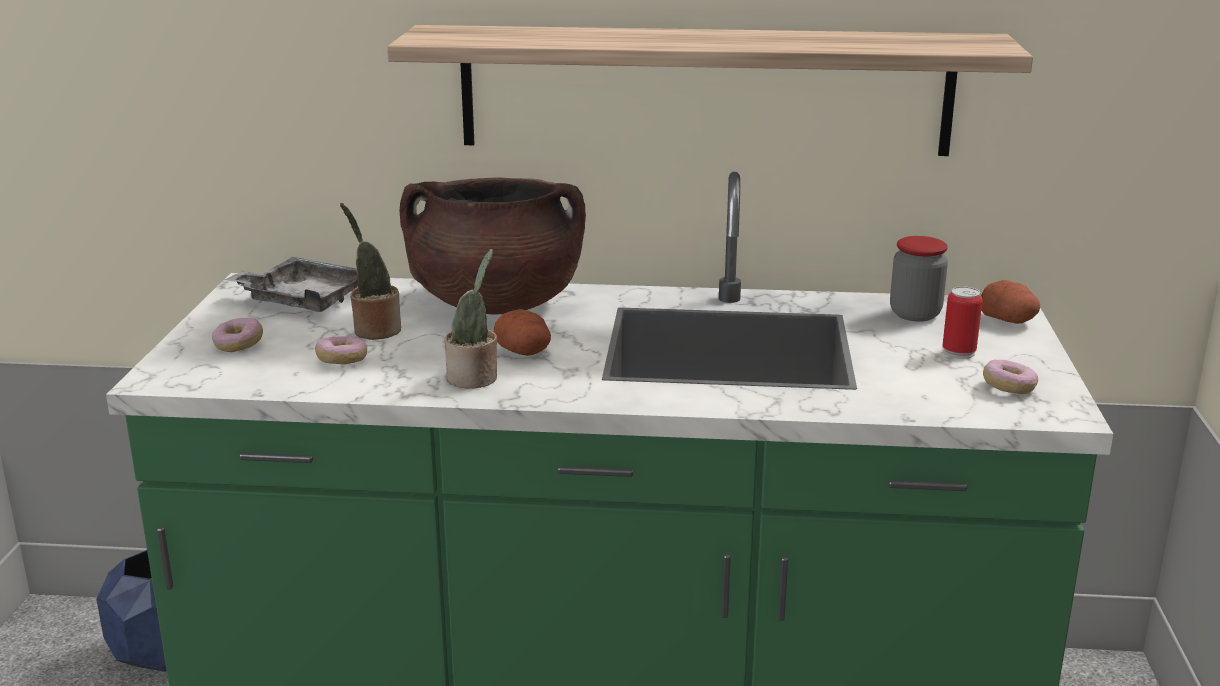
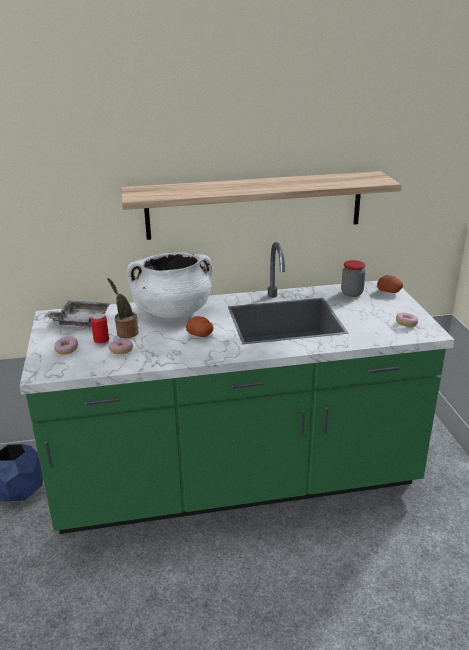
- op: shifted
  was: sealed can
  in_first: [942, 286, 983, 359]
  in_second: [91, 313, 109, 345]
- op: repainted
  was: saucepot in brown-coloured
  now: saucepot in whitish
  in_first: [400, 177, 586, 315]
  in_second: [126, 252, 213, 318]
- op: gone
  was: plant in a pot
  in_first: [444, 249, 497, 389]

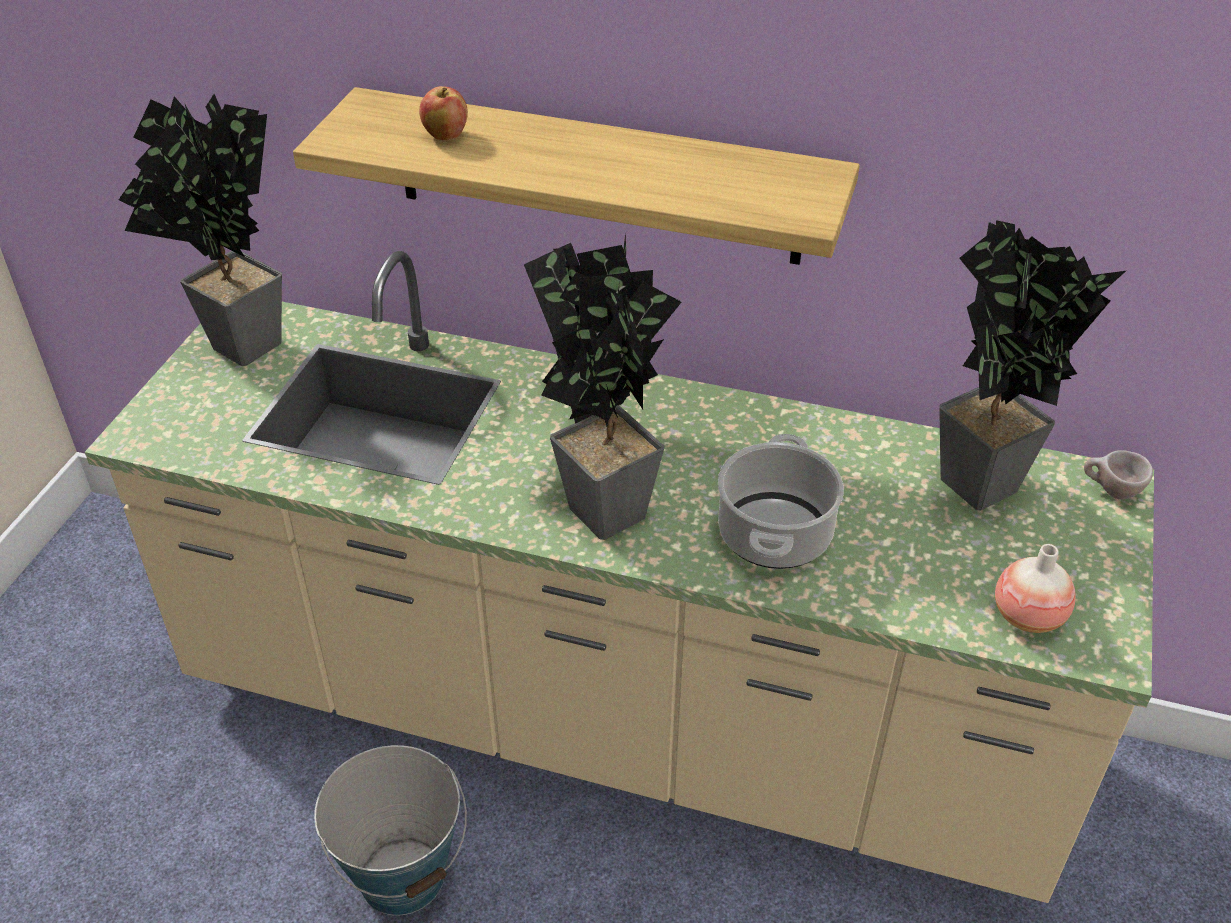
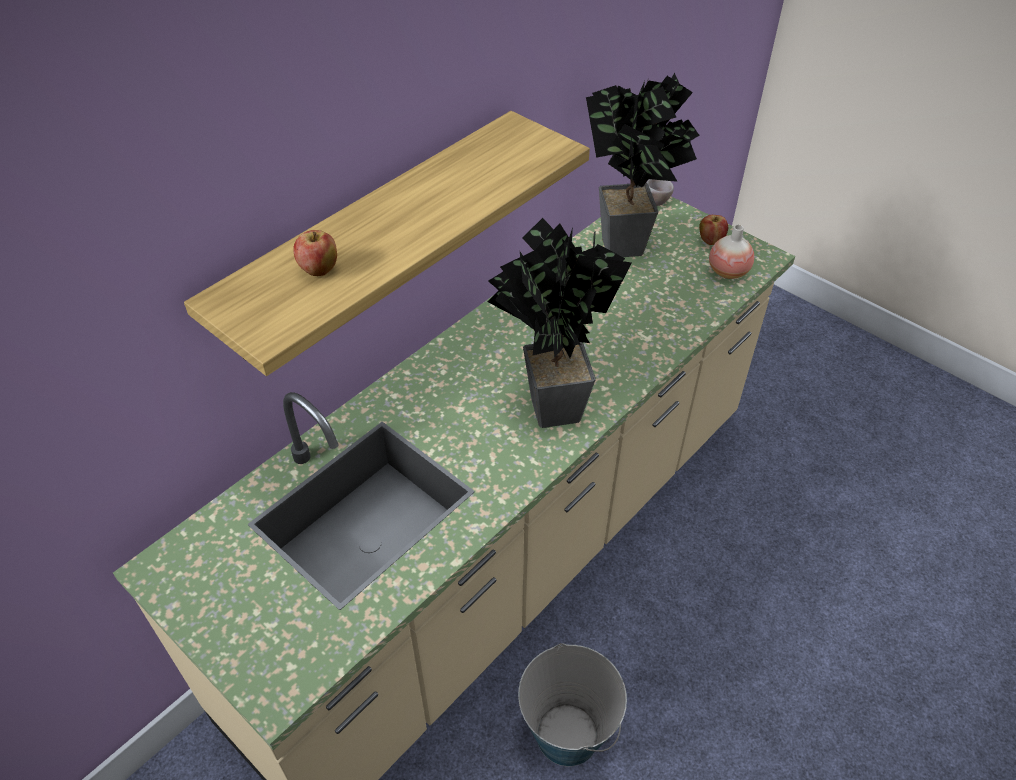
- op: new
  now: apple
  in_second: [699, 215, 728, 245]
- op: gone
  was: plant in a pot
  in_first: [119, 94, 282, 366]
- op: gone
  was: saucepot
  in_first: [718, 434, 844, 569]

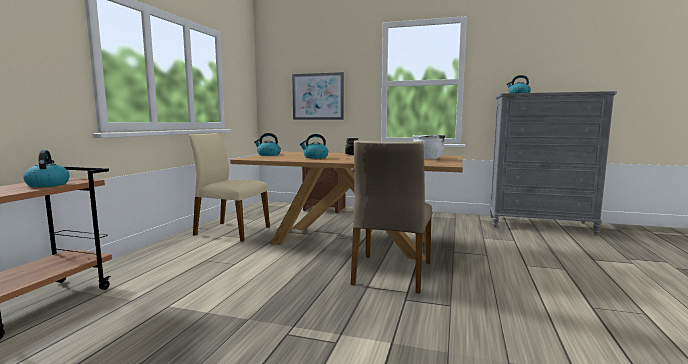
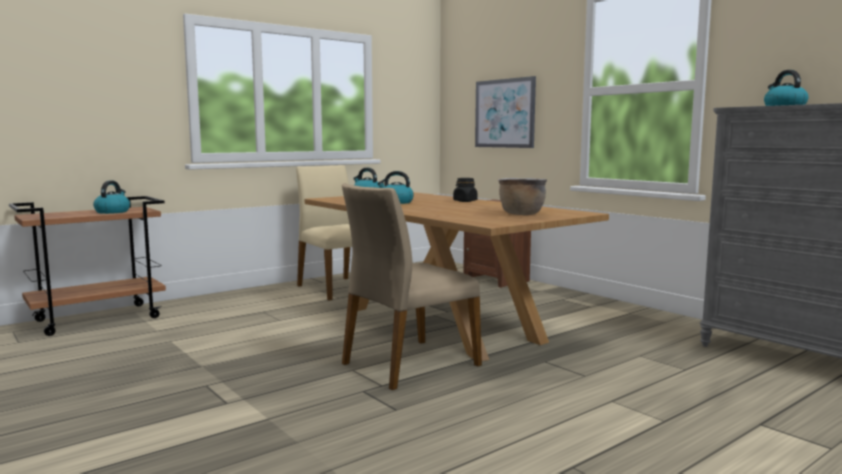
- op: repainted
  was: saucepot in whitish
  now: saucepot in brown-coloured
  in_first: [413, 135, 446, 159]
  in_second: [498, 178, 547, 215]

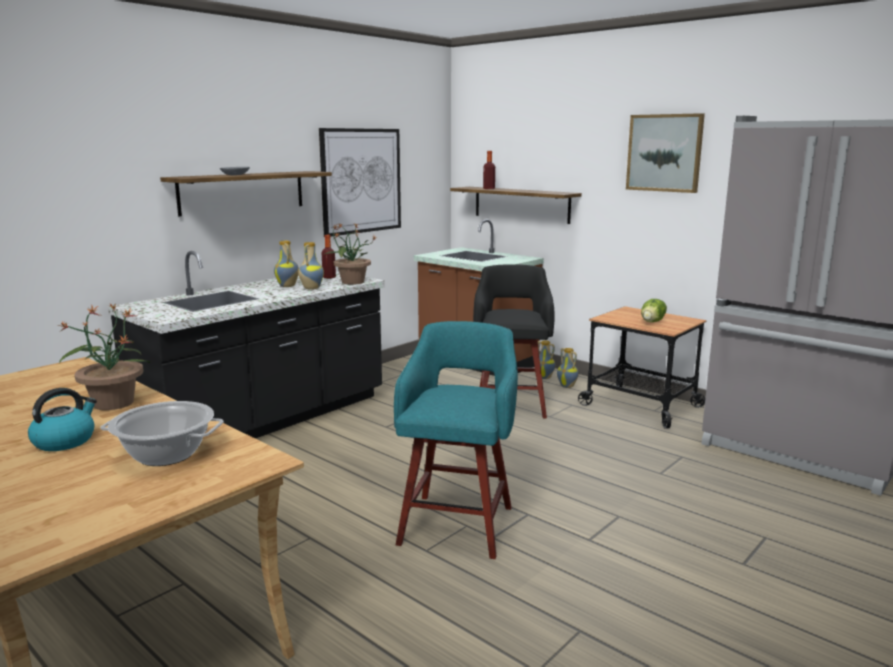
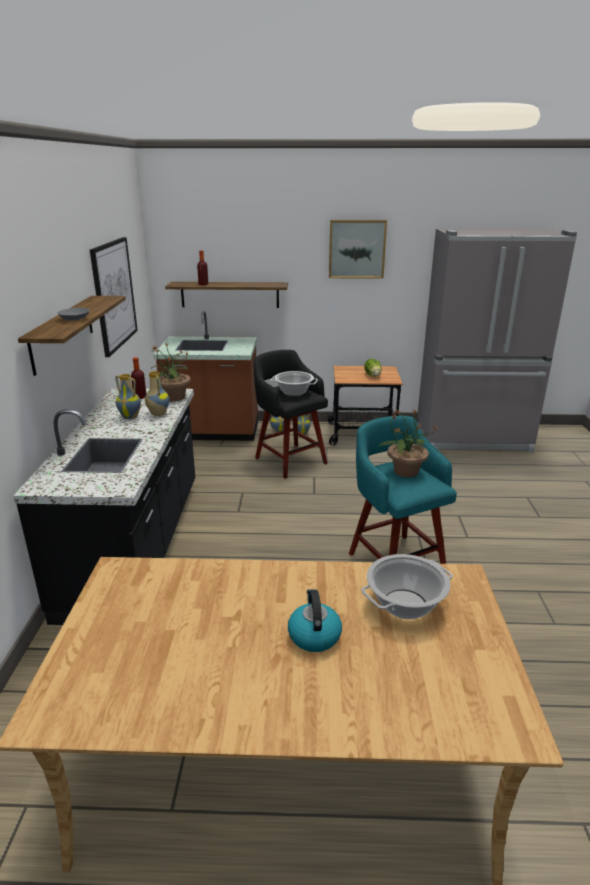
- op: new
  now: saucepot
  in_second: [270, 371, 318, 396]
- op: shifted
  was: plant in a pot
  in_first: [58, 303, 150, 410]
  in_second: [379, 408, 438, 478]

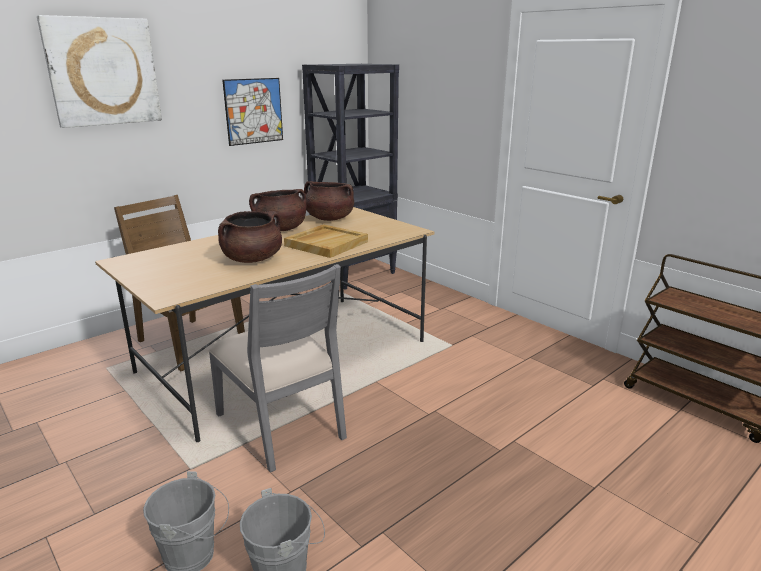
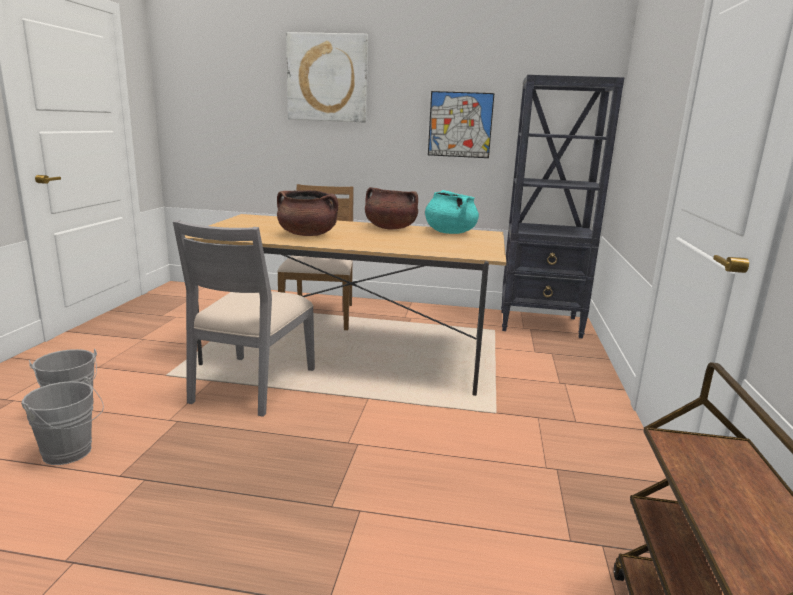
- op: repainted
  was: saucepot in brown-coloured
  now: saucepot in turquoise-coloured
  in_first: [304, 181, 354, 221]
  in_second: [425, 190, 479, 234]
- op: gone
  was: tray in beige
  in_first: [284, 224, 368, 258]

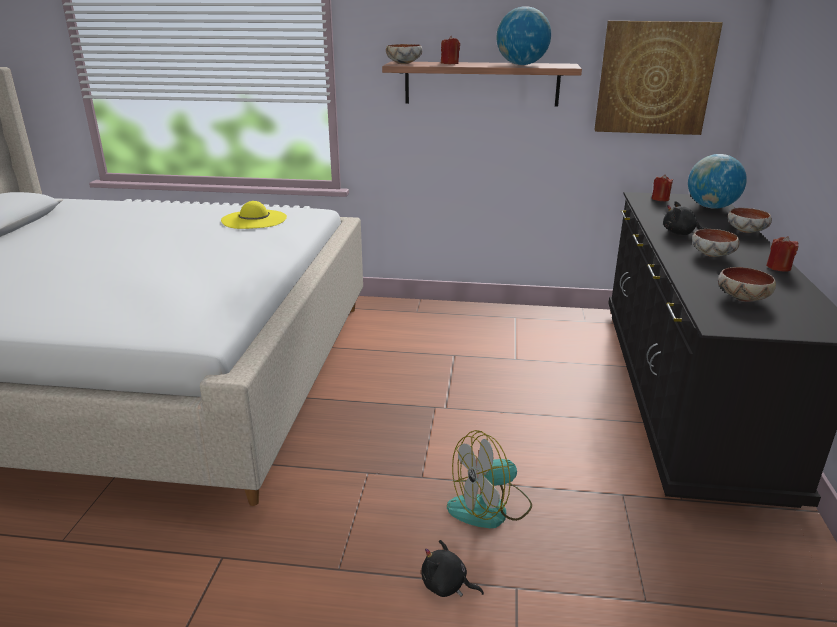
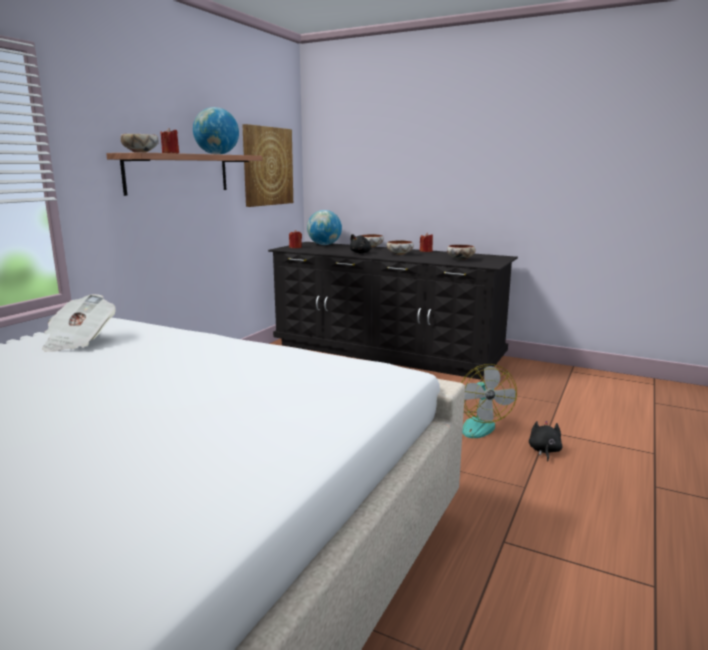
- op: swapped
  was: clothing hat in yellowish
  now: newspaper
  in_first: [221, 201, 287, 229]
  in_second: [42, 294, 116, 352]
- op: rotated
  was: cuddly toy in black
  in_first: [421, 540, 484, 597]
  in_second: [529, 421, 562, 461]
  clockwise: 150

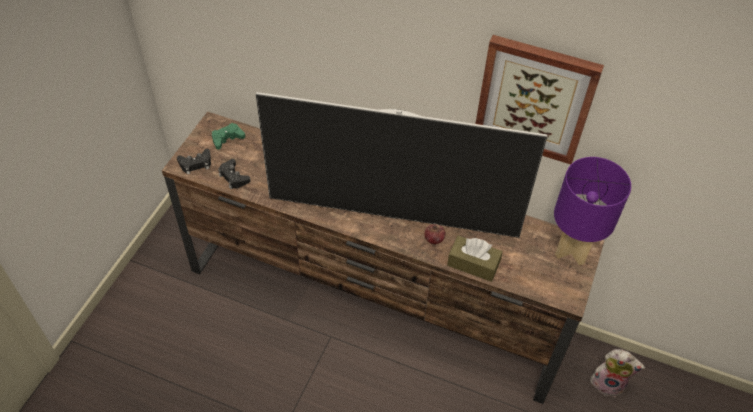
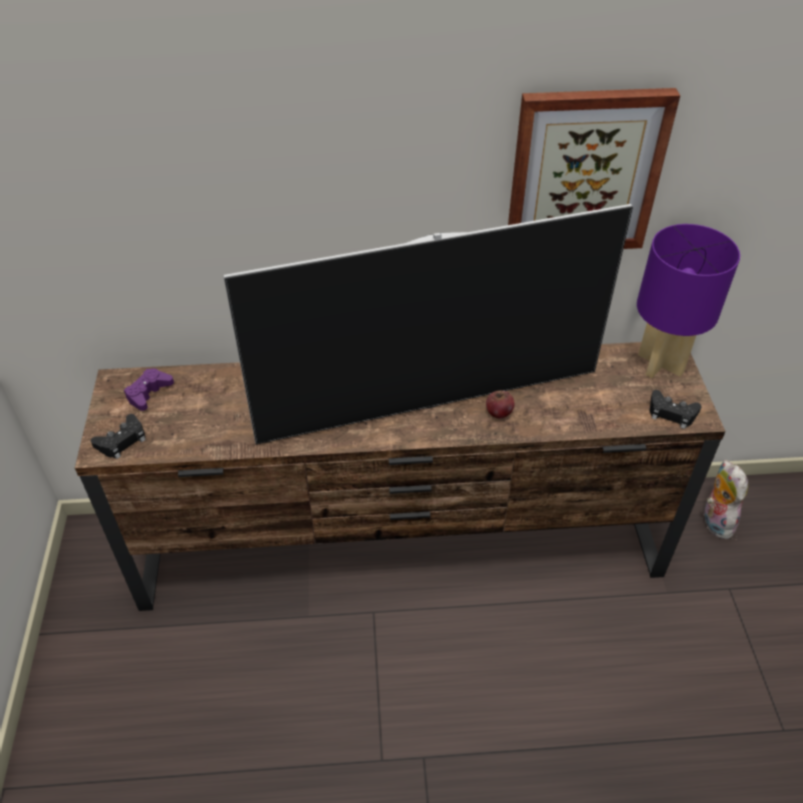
- op: repainted
  was: joypad in greenish
  now: joypad in purple-coloured
  in_first: [212, 123, 245, 149]
  in_second: [124, 368, 174, 411]
- op: shifted
  was: joypad in black
  in_first: [218, 159, 250, 189]
  in_second: [649, 390, 702, 429]
- op: rotated
  was: cuddly toy
  in_first: [589, 349, 645, 397]
  in_second: [703, 460, 748, 539]
  clockwise: -90
- op: gone
  was: tissue box in brown-coloured
  in_first: [447, 236, 503, 282]

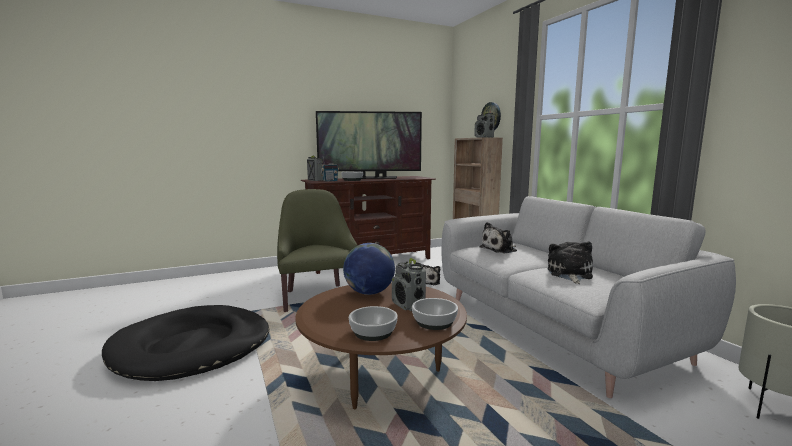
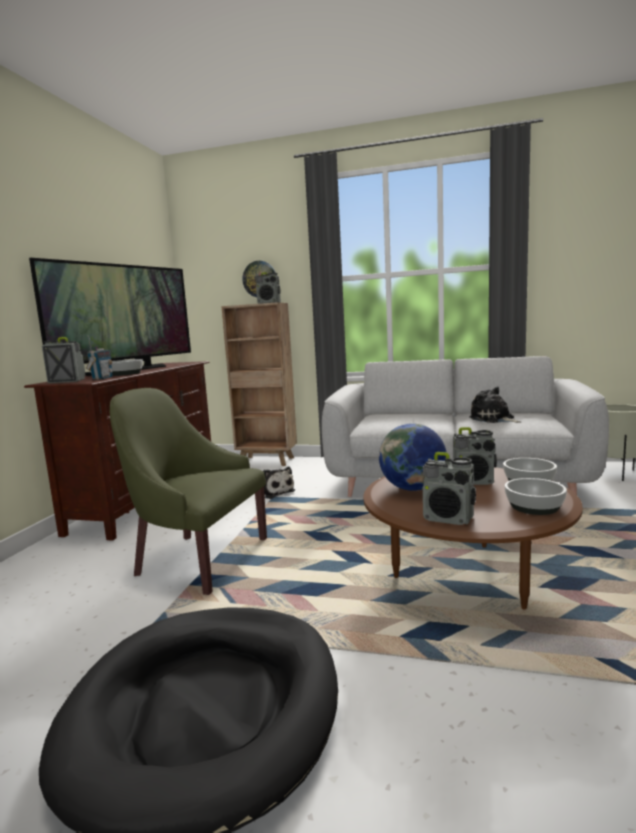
- op: new
  now: radio
  in_second: [423, 452, 476, 525]
- op: gone
  was: cuddly toy
  in_first: [480, 222, 517, 253]

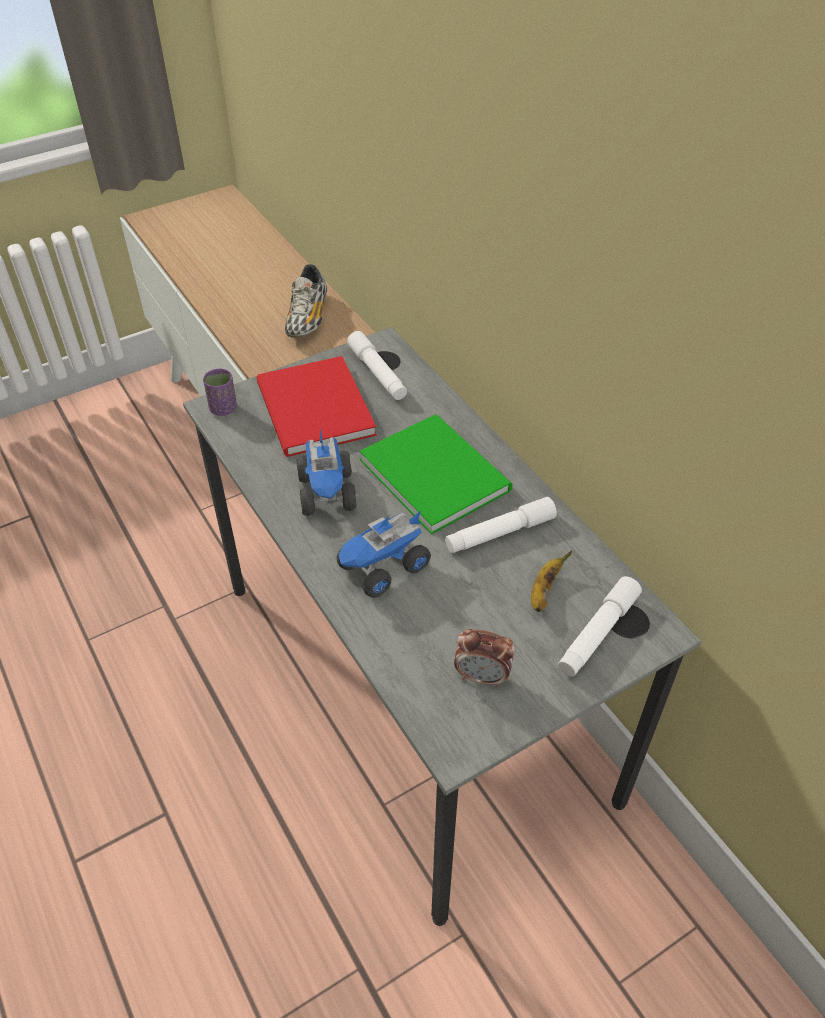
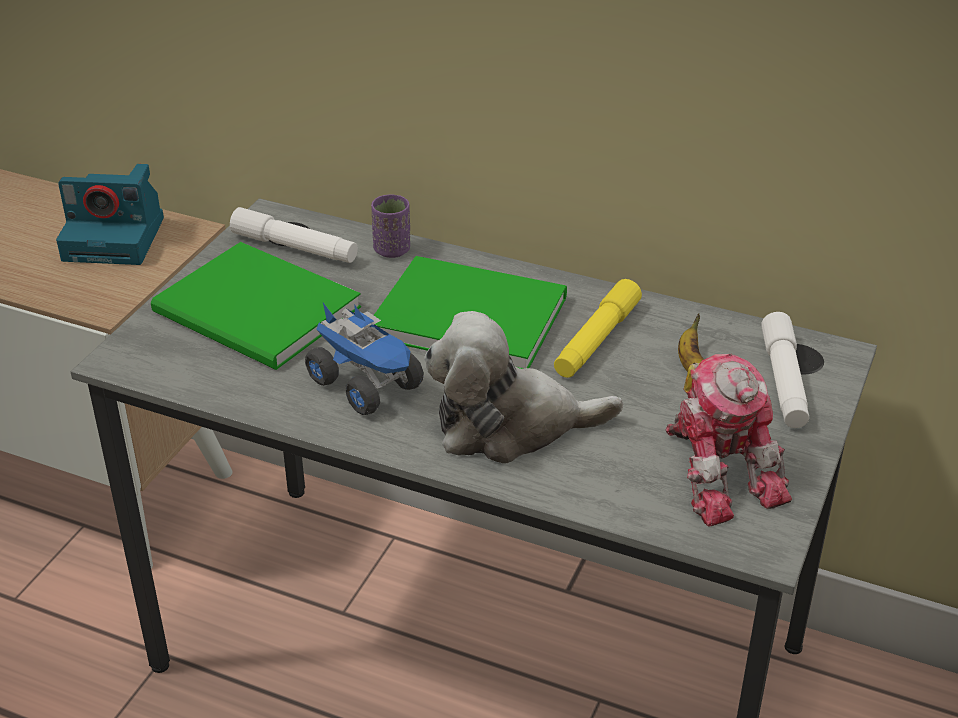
- op: swapped
  was: item of footwear
  now: still camera
  in_first: [285, 264, 327, 338]
  in_second: [56, 164, 164, 265]
- op: repainted
  was: bound book in reddish
  now: bound book in greenish
  in_first: [257, 356, 377, 457]
  in_second: [151, 242, 361, 370]
- op: shifted
  was: drinking cup in purple-coloured
  in_first: [203, 368, 237, 416]
  in_second: [371, 195, 410, 258]
- op: swapped
  was: toy truck
  now: cuddly toy
  in_first: [337, 510, 431, 598]
  in_second: [424, 311, 623, 464]
- op: repainted
  was: torch in whitish
  now: torch in yellowish
  in_first: [445, 497, 557, 553]
  in_second: [554, 279, 642, 378]
- op: swapped
  was: table clock
  now: robot figure
  in_first: [454, 629, 515, 687]
  in_second: [665, 354, 792, 527]

